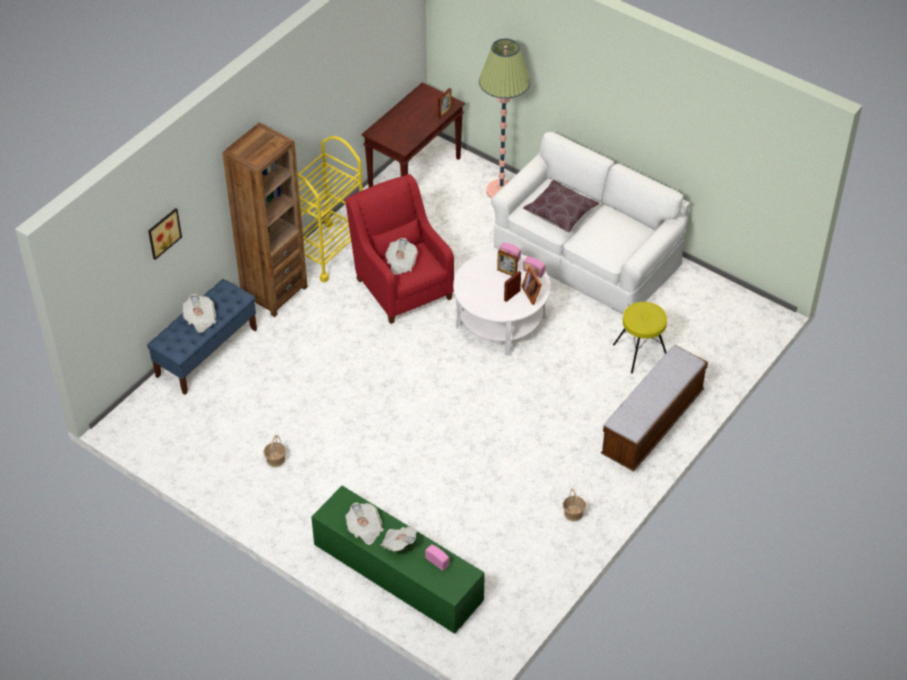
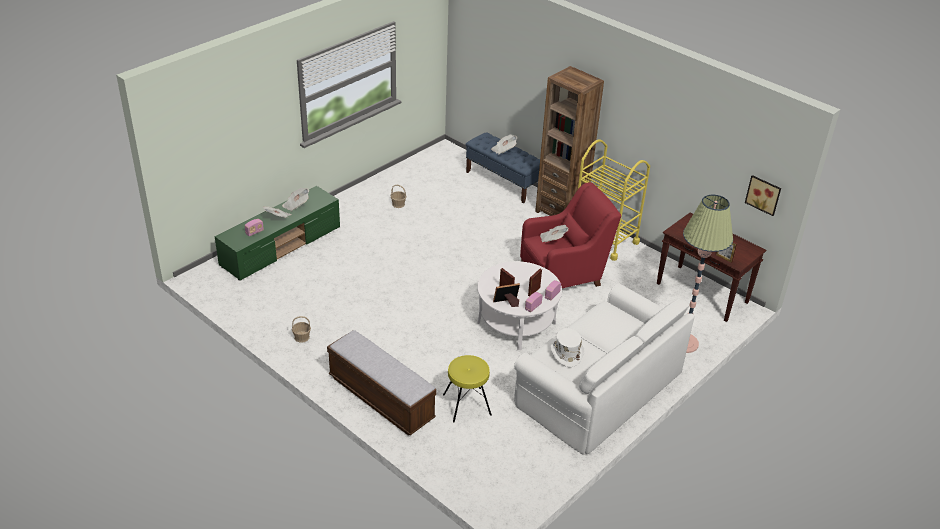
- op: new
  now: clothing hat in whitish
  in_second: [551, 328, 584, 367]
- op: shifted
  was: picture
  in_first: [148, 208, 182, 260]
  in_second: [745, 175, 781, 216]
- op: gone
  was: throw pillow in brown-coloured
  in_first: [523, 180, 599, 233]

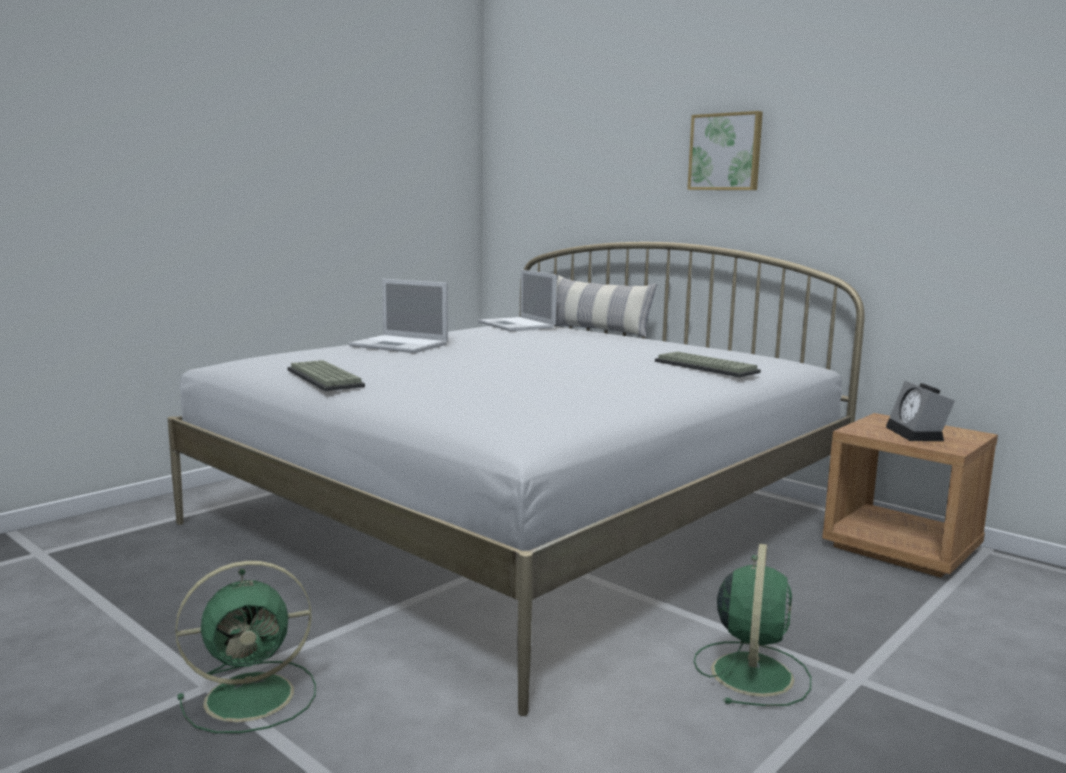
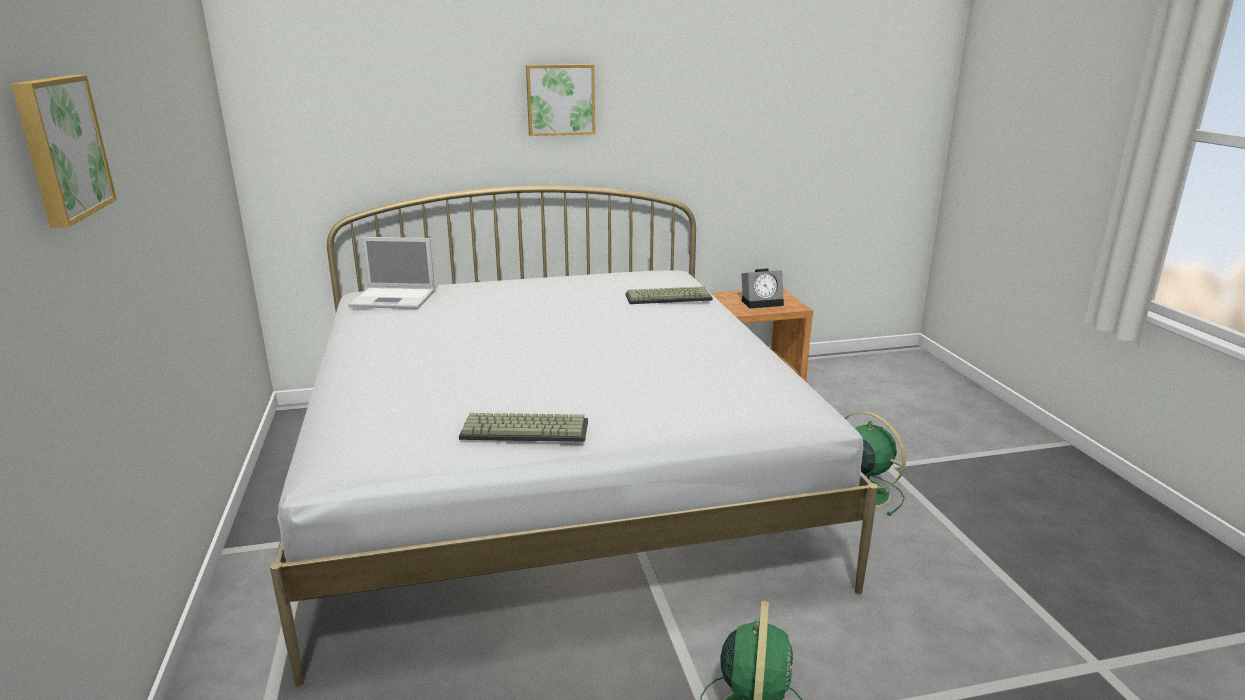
- op: new
  now: picture
  in_second: [11, 75, 117, 228]
- op: rotated
  was: table clock
  in_first: [886, 381, 955, 441]
  in_second: [741, 269, 784, 308]
  clockwise: -45
- op: gone
  was: portable computer
  in_first: [349, 279, 448, 353]
- op: gone
  was: throw pillow
  in_first: [554, 275, 657, 337]

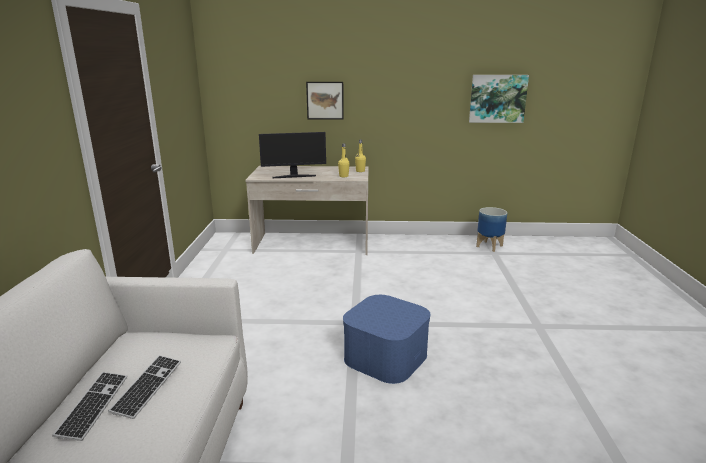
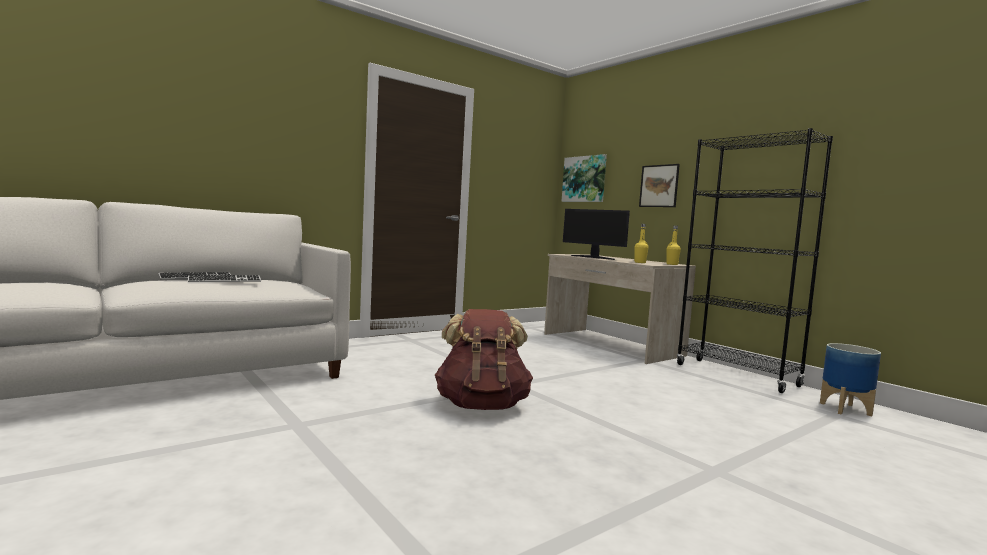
- op: swapped
  was: storage container in bluish
  now: backpack in brown-coloured
  in_first: [343, 295, 431, 384]
  in_second: [435, 309, 533, 410]
- op: shifted
  was: picture
  in_first: [469, 75, 529, 123]
  in_second: [562, 154, 607, 202]
- op: new
  now: bookcase in black
  in_second: [676, 128, 833, 393]

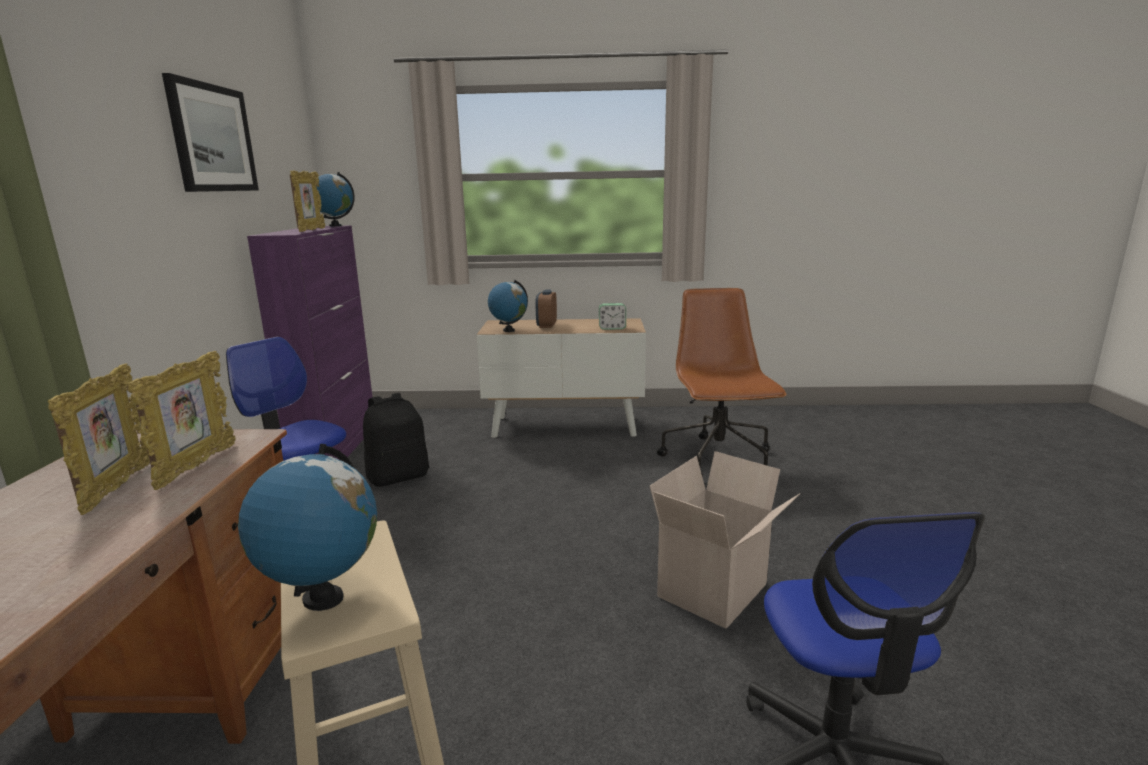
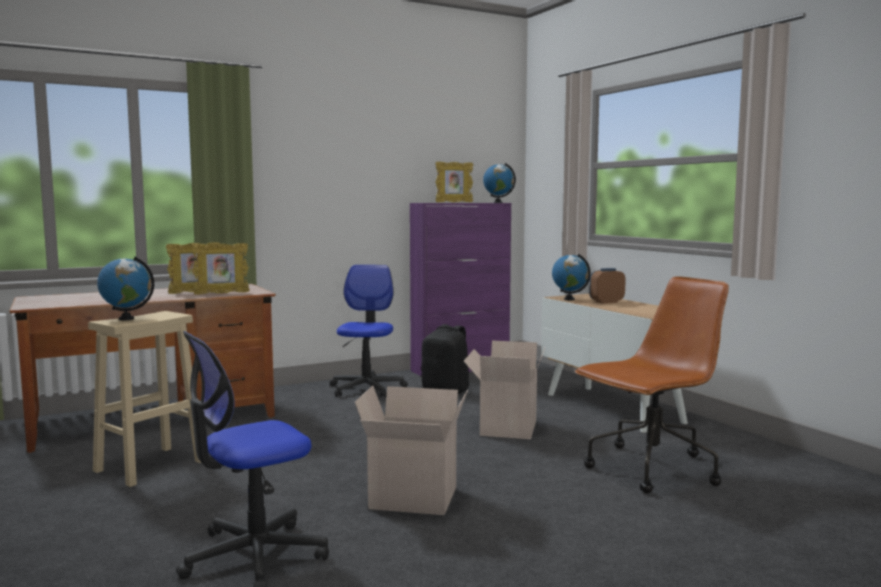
- op: new
  now: carton
  in_second: [464, 341, 545, 439]
- op: gone
  was: picture
  in_first: [162, 73, 259, 192]
- op: gone
  was: table clock
  in_first: [599, 303, 626, 330]

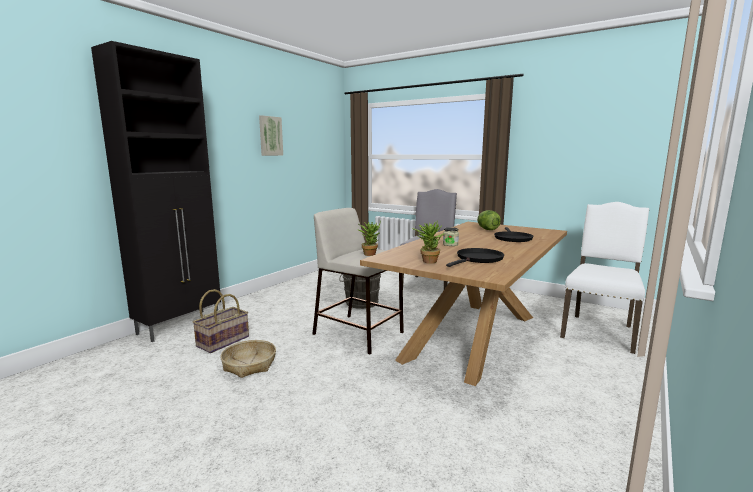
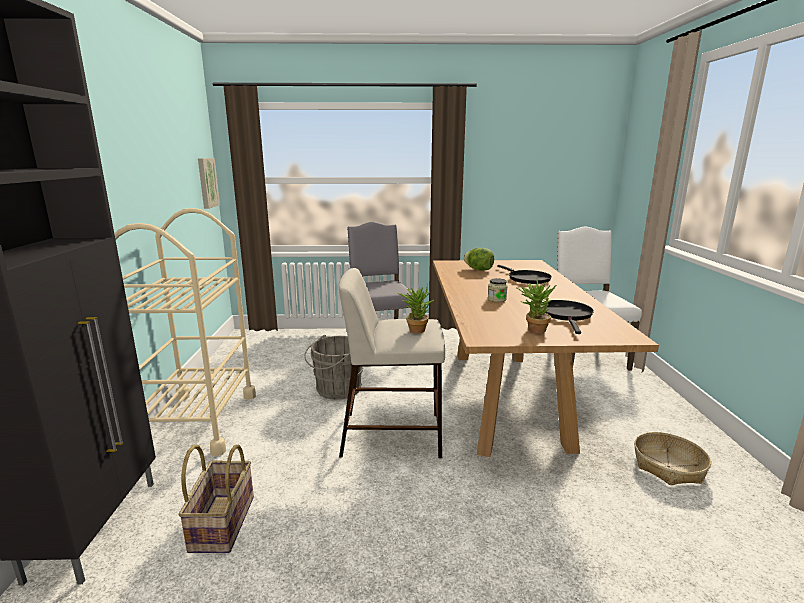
- op: new
  now: cart in beige
  in_second: [114, 208, 256, 456]
- op: shifted
  was: picture
  in_first: [259, 115, 283, 156]
  in_second: [198, 158, 220, 209]
- op: shifted
  was: storage basket
  in_first: [220, 340, 276, 378]
  in_second: [634, 432, 711, 485]

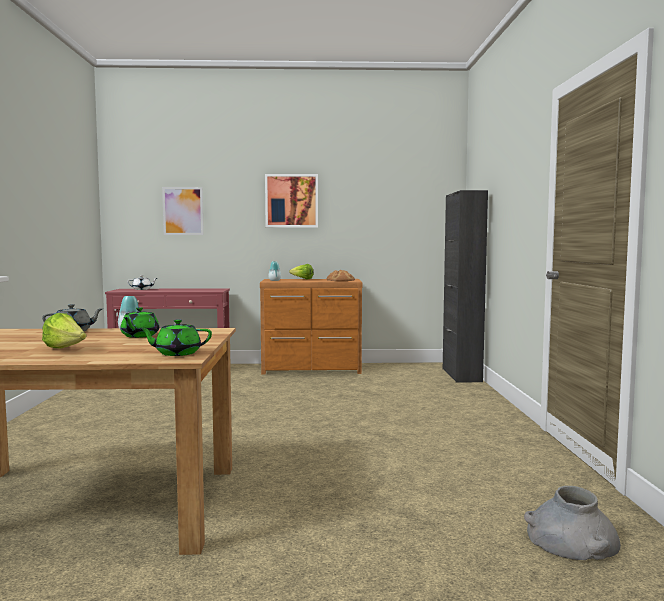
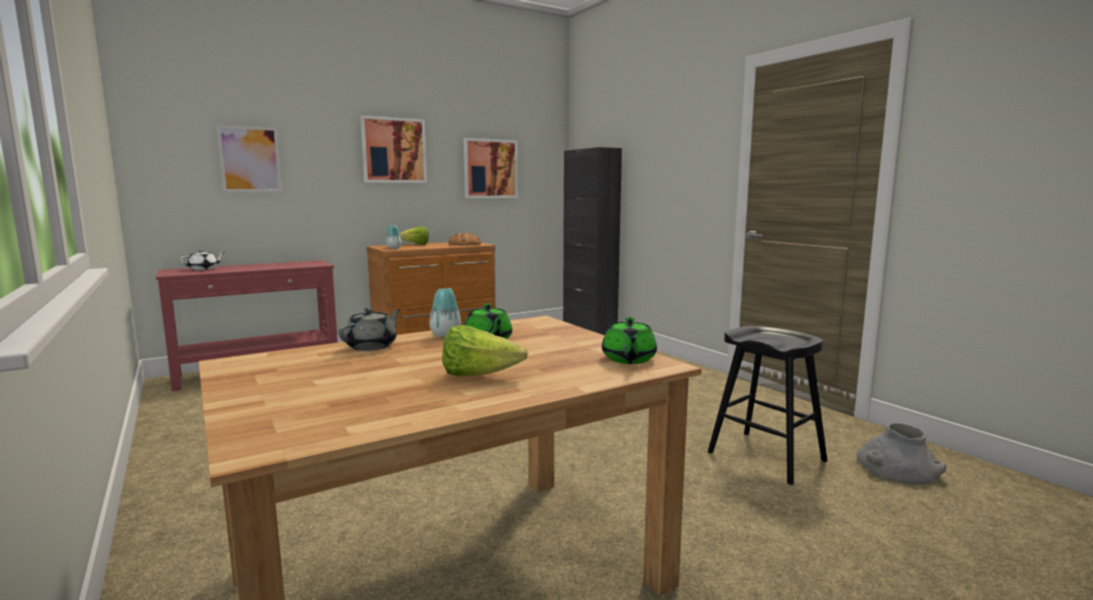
- op: new
  now: picture
  in_second: [463, 138, 518, 198]
- op: rotated
  was: tea pot in greenish
  in_first: [139, 319, 212, 356]
  in_second: [602, 317, 657, 364]
  clockwise: -45
- op: new
  now: stool in black
  in_second: [708, 326, 827, 485]

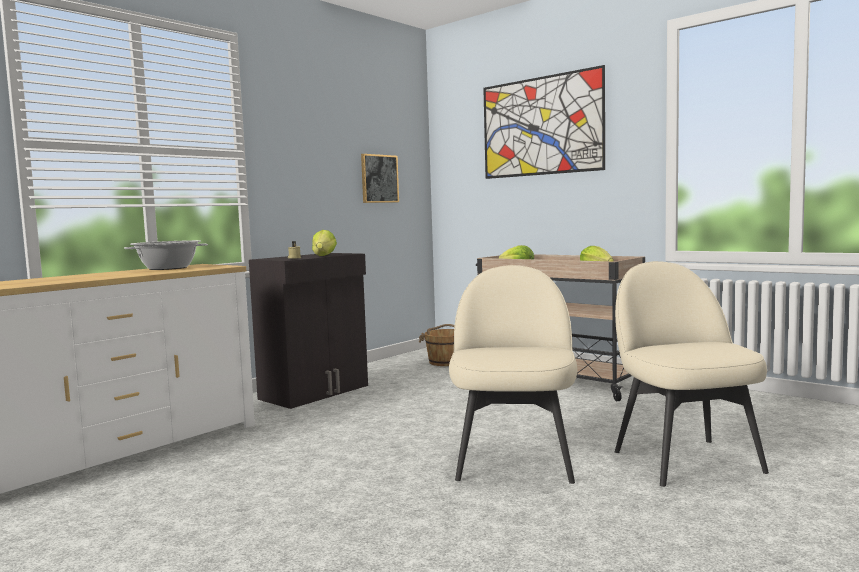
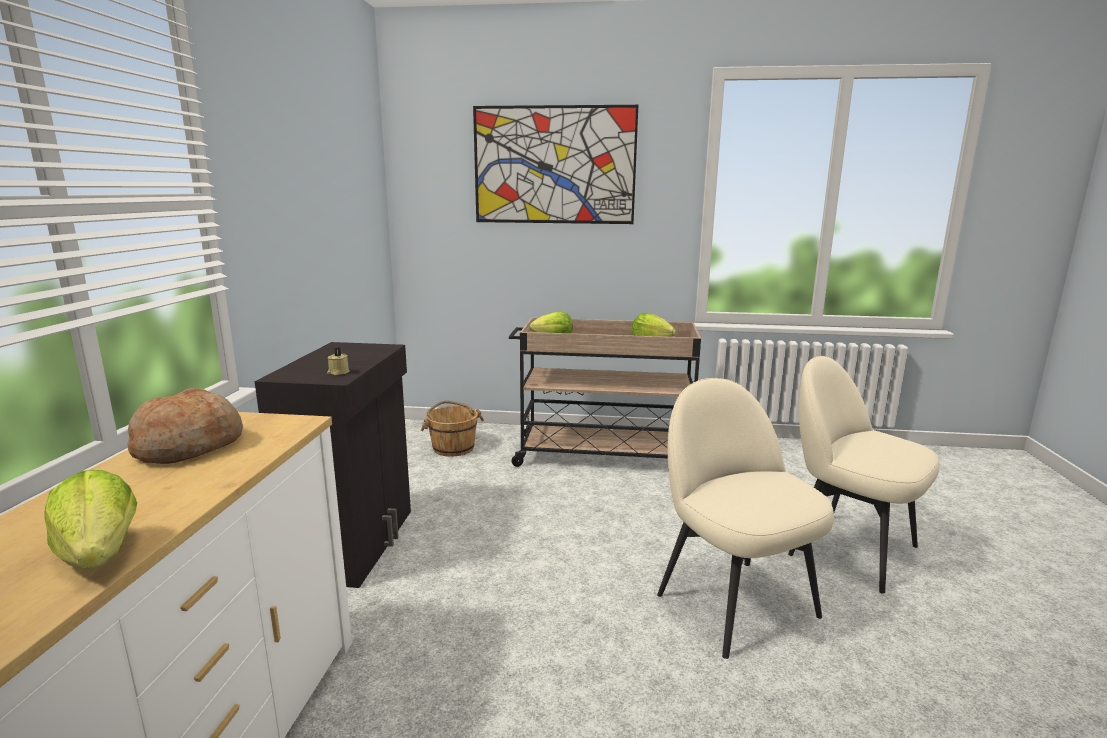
- op: shifted
  was: lettuce head
  in_first: [312, 230, 337, 256]
  in_second: [44, 470, 137, 569]
- op: swapped
  was: saucepot
  now: baked bread
  in_first: [124, 240, 208, 270]
  in_second: [128, 388, 243, 464]
- op: gone
  was: picture
  in_first: [361, 154, 399, 203]

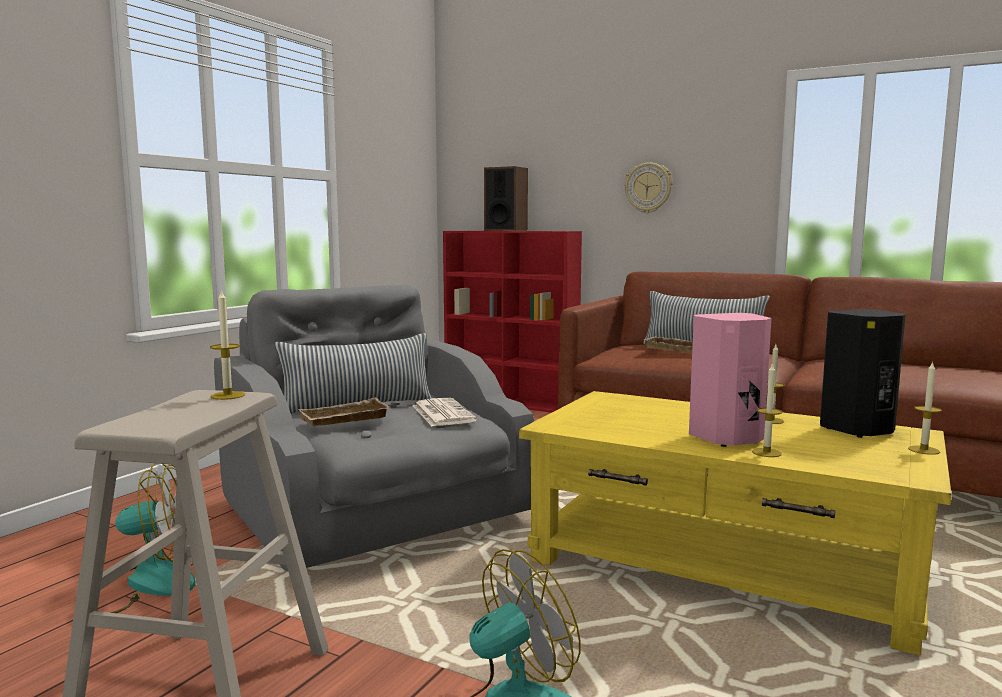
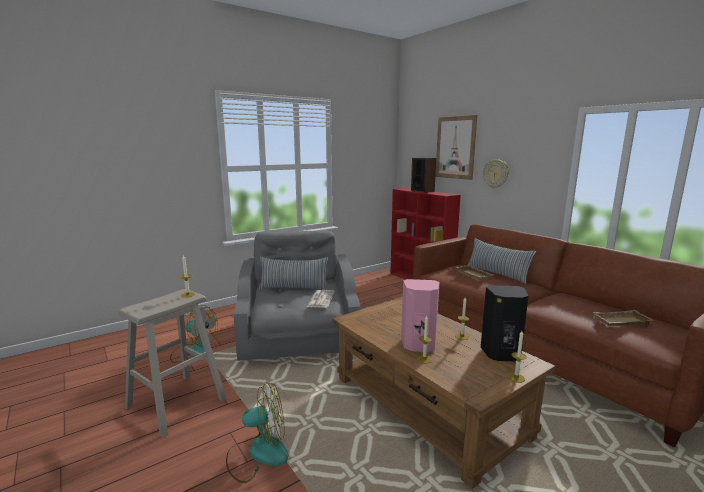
- op: repainted
  was: lounge table in yellowish
  now: lounge table in brown-coloured
  in_first: [519, 391, 952, 655]
  in_second: [332, 298, 556, 489]
- op: new
  now: picture
  in_second: [435, 115, 477, 180]
- op: shifted
  was: tray in beige
  in_first: [298, 397, 390, 426]
  in_second: [593, 310, 653, 326]

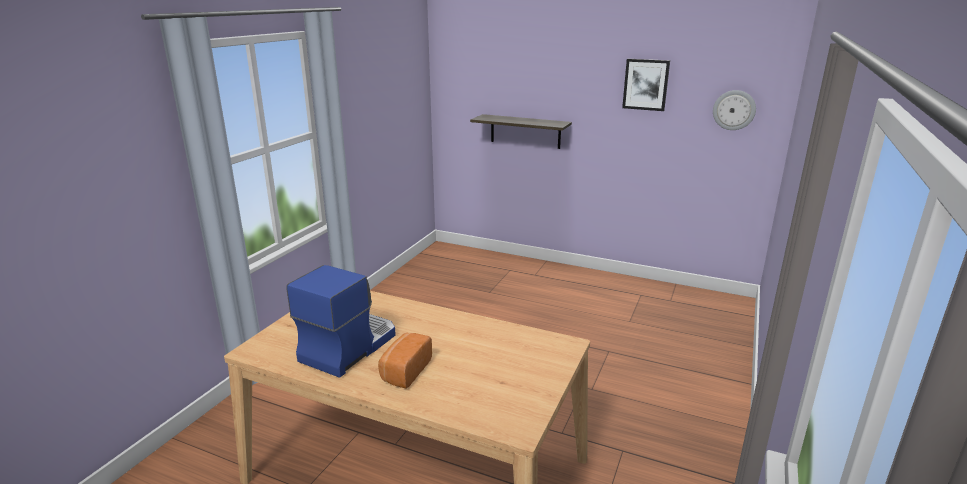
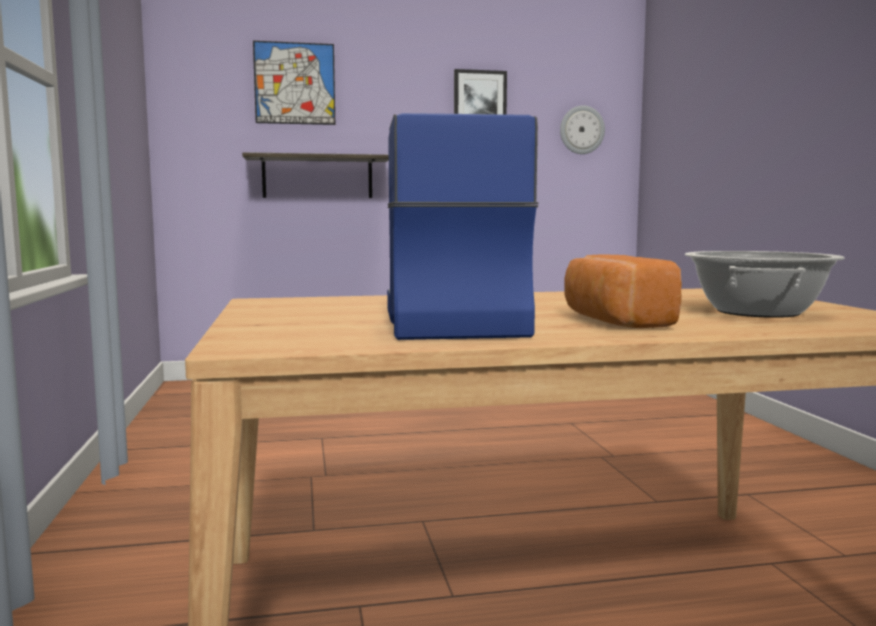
- op: new
  now: picture
  in_second: [253, 41, 335, 125]
- op: new
  now: saucepot
  in_second: [685, 251, 845, 318]

